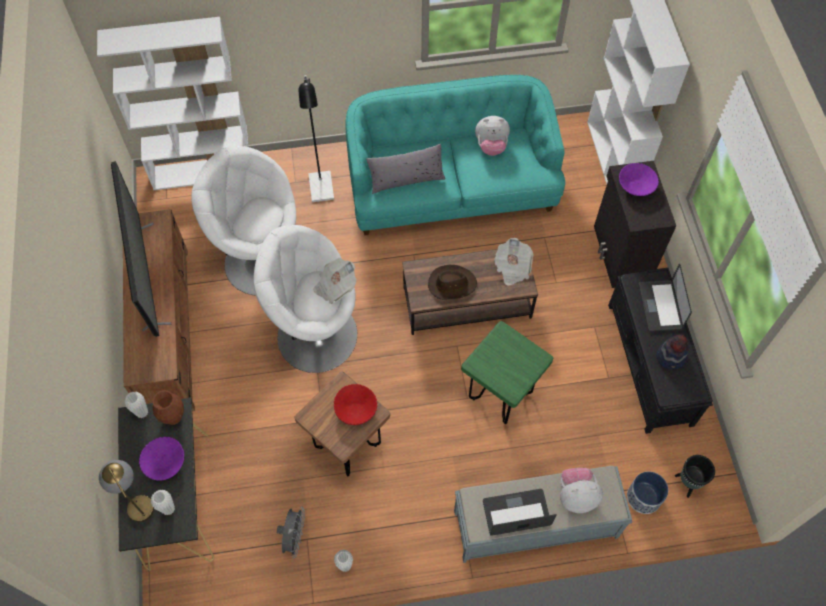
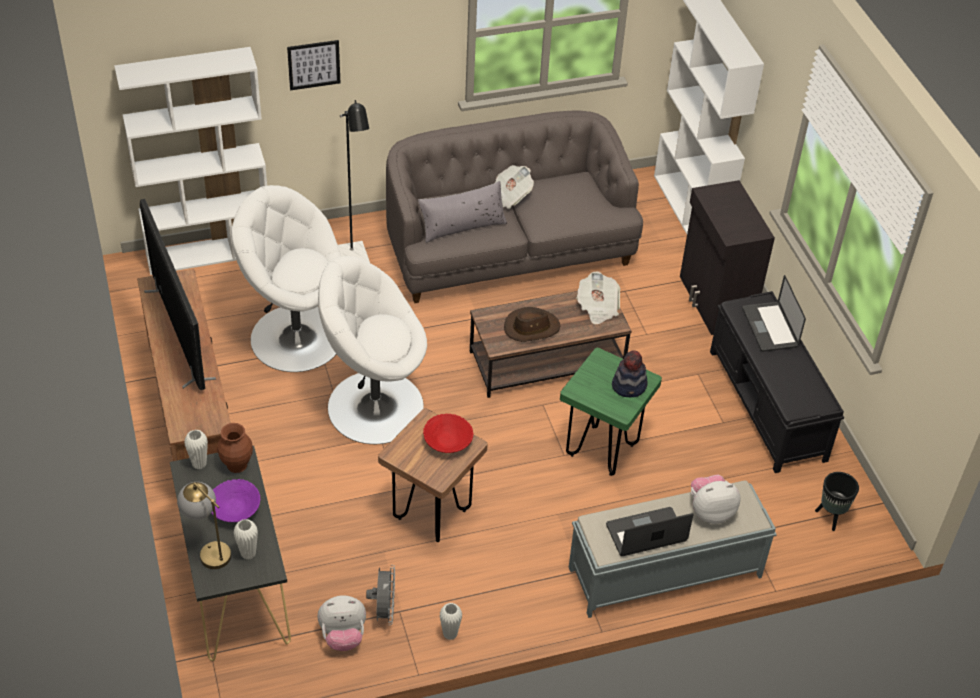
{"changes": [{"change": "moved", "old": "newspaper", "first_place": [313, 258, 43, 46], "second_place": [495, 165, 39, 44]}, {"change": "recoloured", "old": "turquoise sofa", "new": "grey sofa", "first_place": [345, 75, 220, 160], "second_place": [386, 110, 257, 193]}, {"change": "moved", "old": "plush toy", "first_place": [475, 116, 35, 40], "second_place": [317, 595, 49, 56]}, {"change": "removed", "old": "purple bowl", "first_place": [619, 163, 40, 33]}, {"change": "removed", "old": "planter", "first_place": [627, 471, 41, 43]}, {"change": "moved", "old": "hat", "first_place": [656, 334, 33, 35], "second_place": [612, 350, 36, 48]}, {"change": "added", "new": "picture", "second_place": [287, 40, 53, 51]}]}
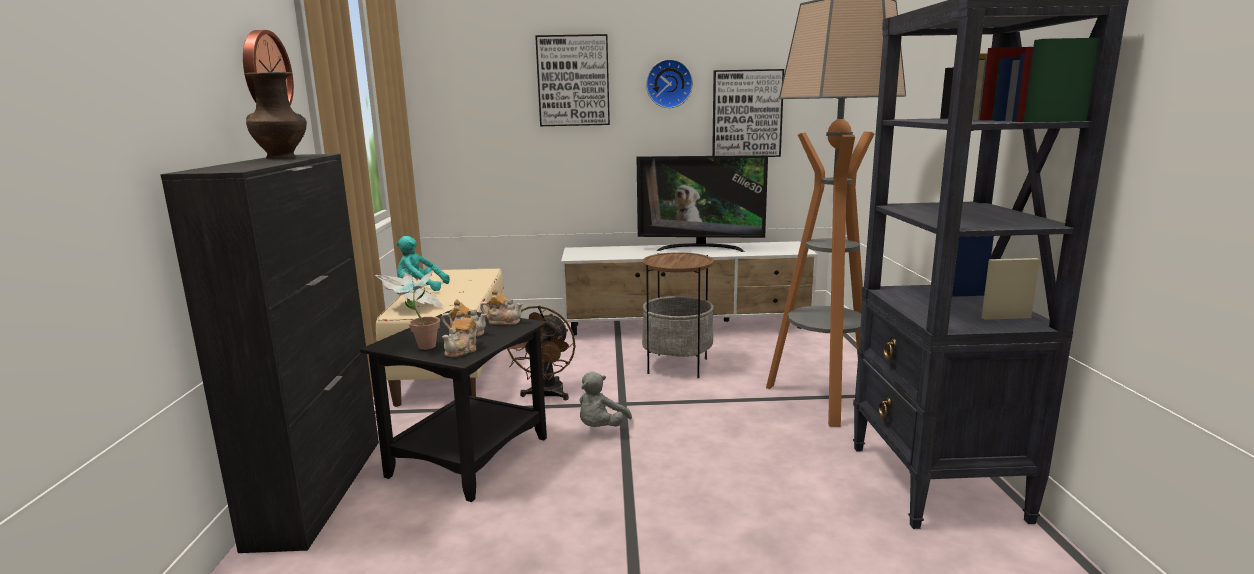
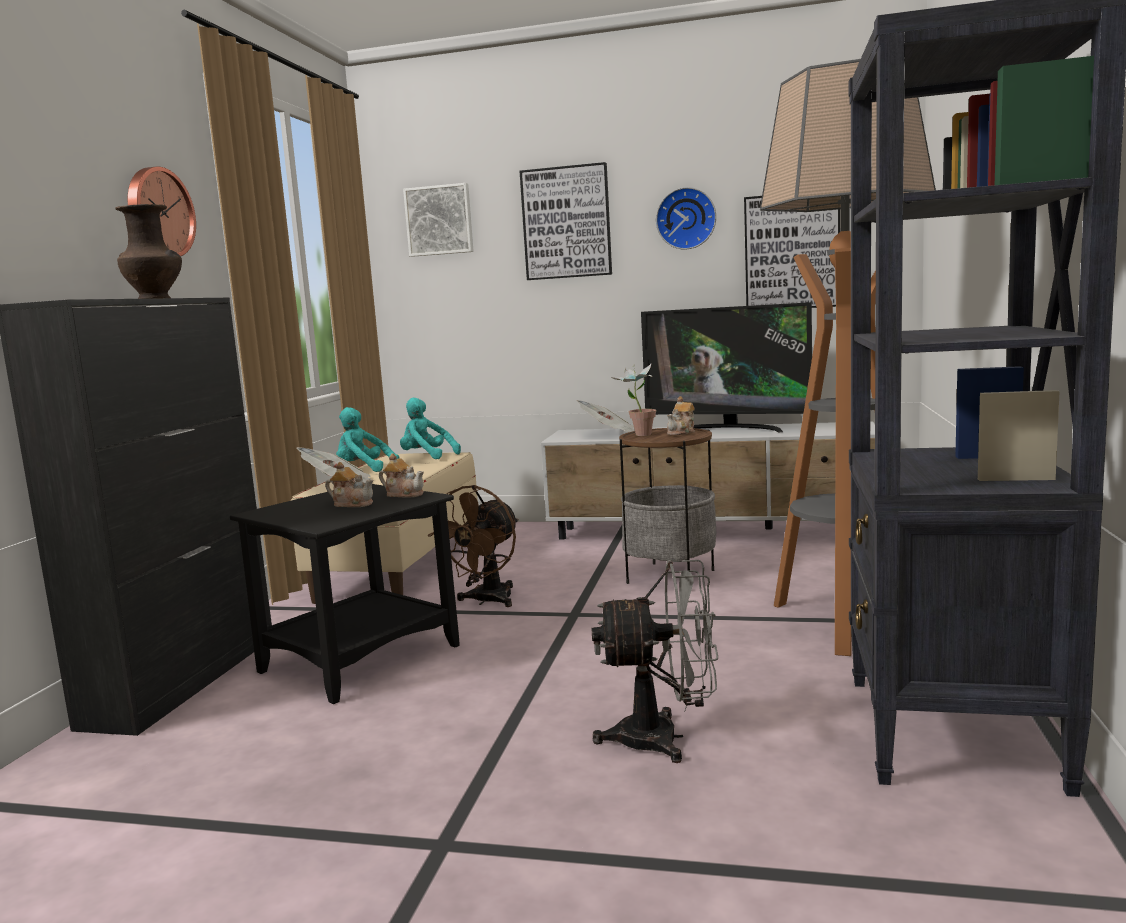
{"changes": [{"change": "moved", "old": "potted plant", "first_place": [386, 269, 54, 81], "second_place": [612, 364, 44, 72]}, {"change": "moved", "old": "teapot", "first_place": [442, 311, 35, 46], "second_place": [667, 396, 28, 39]}, {"change": "removed", "old": "grey plush toy", "first_place": [579, 372, 53, 55]}, {"change": "added", "new": "turquoise plush toy", "second_place": [400, 398, 61, 61]}, {"change": "added", "new": "picture", "second_place": [403, 183, 71, 74]}, {"change": "added", "new": "newspaper", "second_place": [576, 400, 59, 32]}, {"change": "added", "new": "grey fan", "second_place": [592, 560, 126, 203]}]}
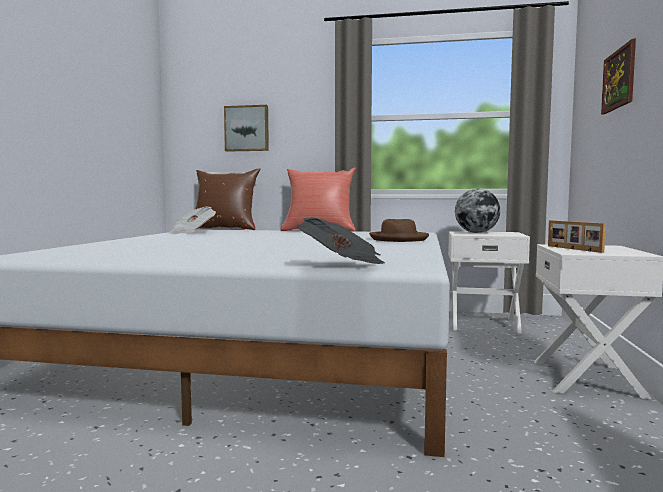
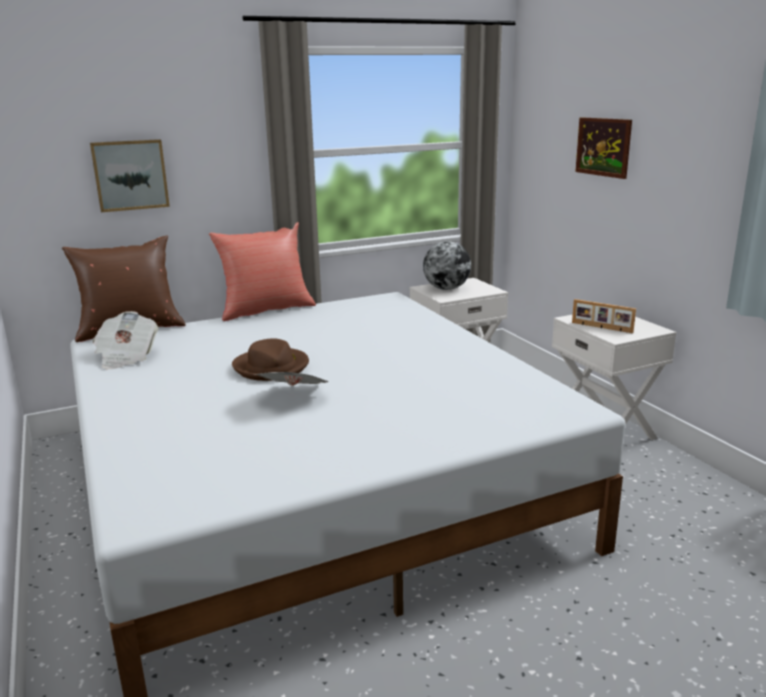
{"changes": [{"change": "moved", "old": "newspaper", "first_place": [297, 218, 88, 46], "second_place": [255, 372, 73, 14]}, {"change": "moved", "old": "brown hat", "first_place": [369, 219, 60, 23], "second_place": [232, 338, 77, 43]}]}
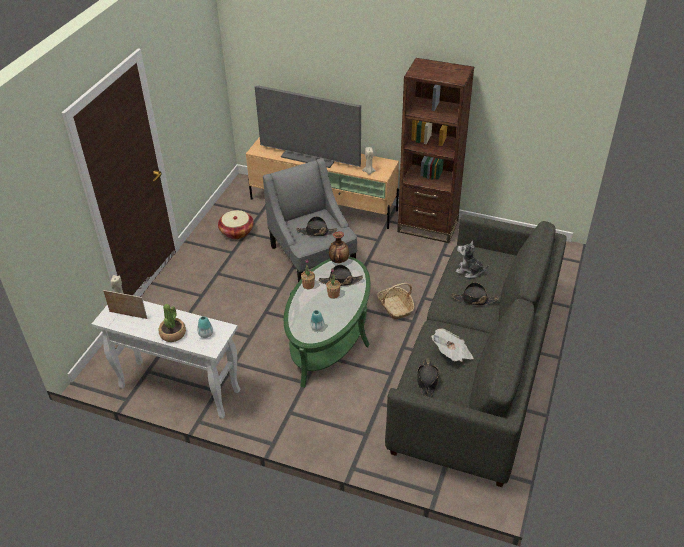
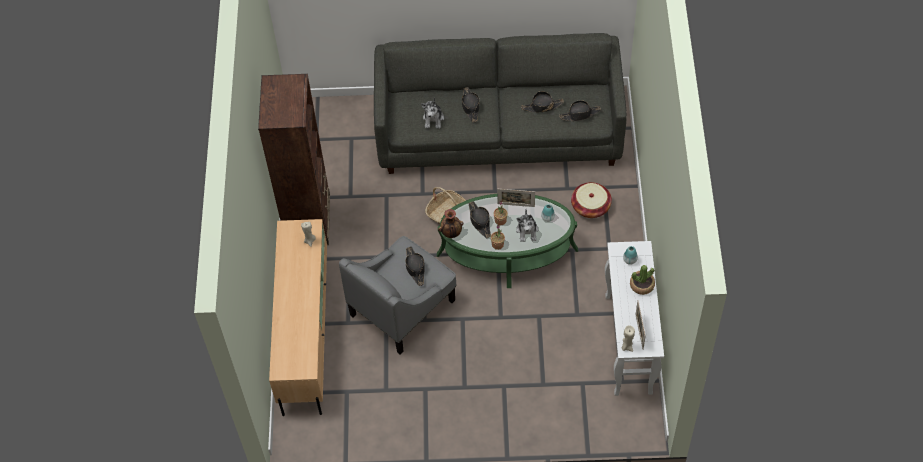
{"changes": [{"change": "moved", "old": "basket", "first_place": [218, 210, 36, 29], "second_place": [571, 182, 41, 36]}, {"change": "removed", "old": "television", "first_place": [255, 85, 106, 83]}, {"change": "replaced", "old": "newspaper", "new": "black hat", "first_place": [431, 329, 43, 33], "second_place": [521, 91, 43, 21]}, {"change": "added", "new": "picture frame", "second_place": [497, 189, 38, 18]}, {"change": "added", "new": "plush toy", "second_place": [516, 210, 22, 32]}]}
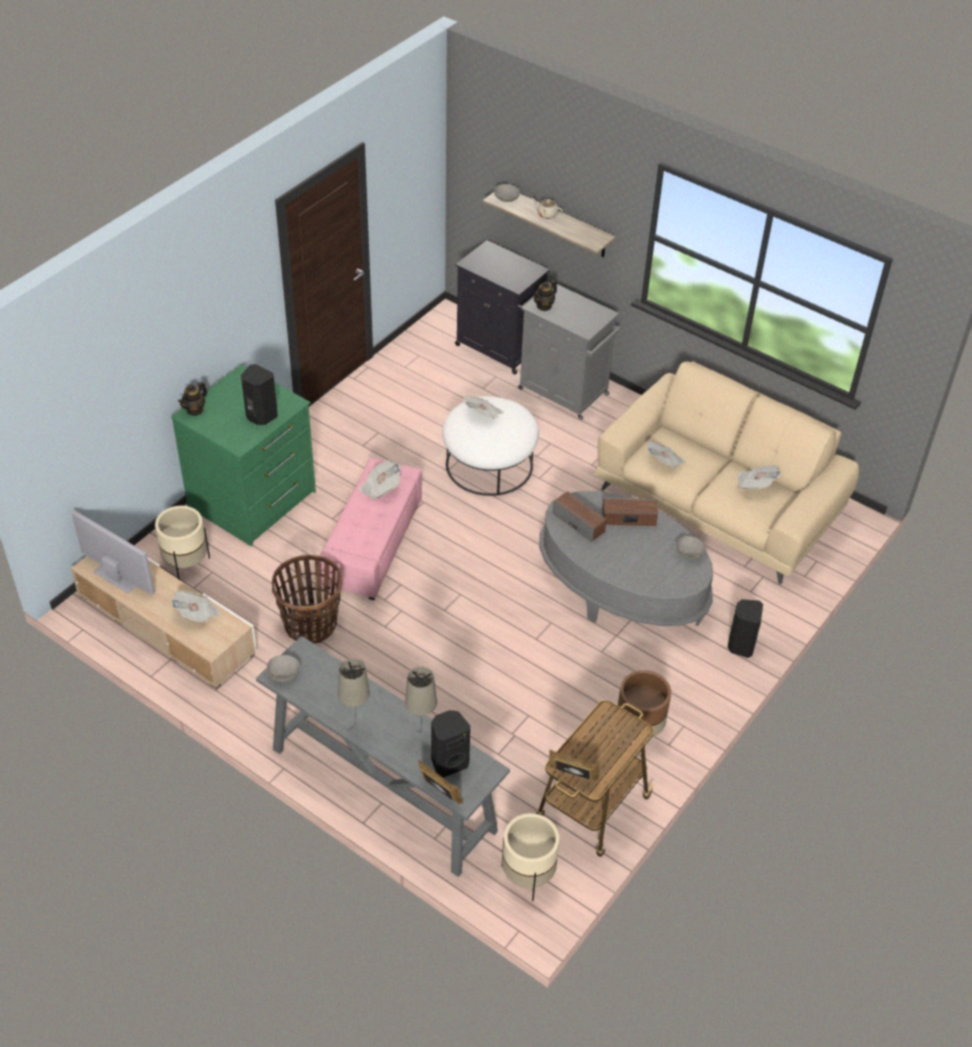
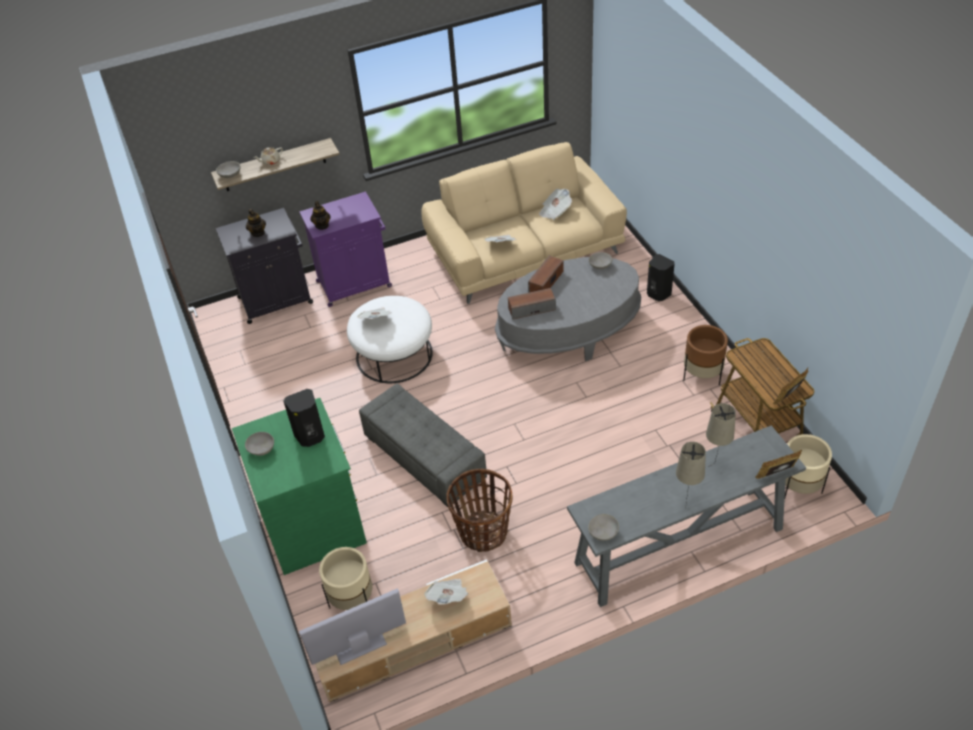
{"changes": [{"change": "moved", "old": "teapot", "first_place": [178, 381, 29, 35], "second_place": [246, 209, 20, 28]}, {"change": "recoloured", "old": "pink ottoman", "new": "grey ottoman", "first_place": [320, 458, 102, 142], "second_place": [359, 383, 128, 124]}, {"change": "removed", "old": "newspaper", "first_place": [359, 460, 42, 41]}, {"change": "removed", "old": "black speaker", "first_place": [431, 710, 39, 68]}, {"change": "recoloured", "old": "grey cabinet", "new": "purple cabinet", "first_place": [518, 284, 102, 136], "second_place": [299, 192, 93, 115]}, {"change": "added", "new": "grey bowl", "second_place": [245, 432, 29, 24]}]}
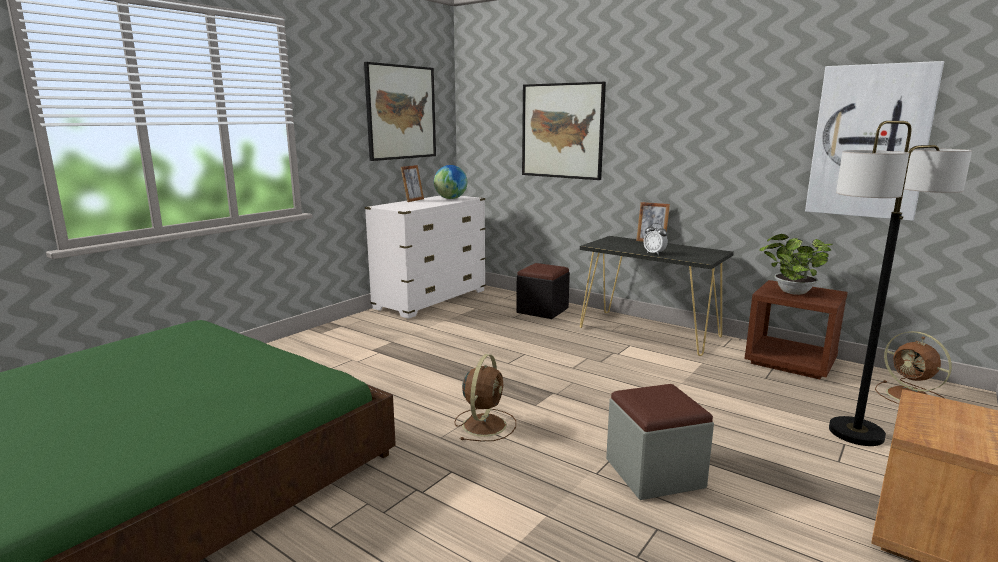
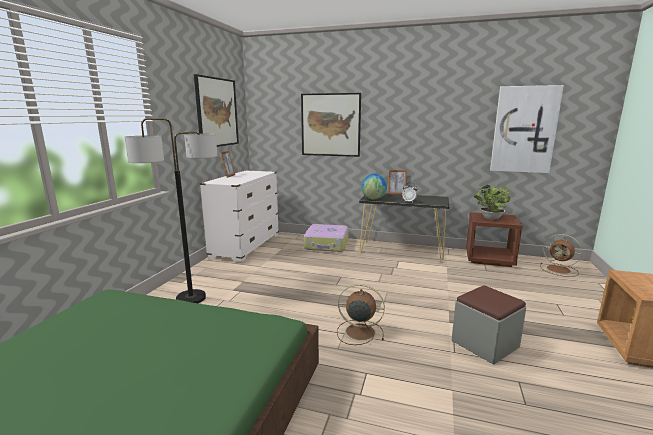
{"changes": [{"change": "moved", "old": "globe", "first_place": [434, 165, 33, 34], "second_place": [361, 174, 26, 26]}, {"change": "turned", "old": "brown fan", "first_place": [454, 354, 62, 87], "second_place": [337, 284, 48, 61], "degrees": -75}, {"change": "replaced", "old": "black ottoman", "new": "suitcase", "first_place": [516, 263, 54, 56], "second_place": [304, 224, 45, 28]}, {"change": "moved", "old": "floor lamp", "first_place": [829, 121, 143, 325], "second_place": [124, 118, 94, 185]}]}
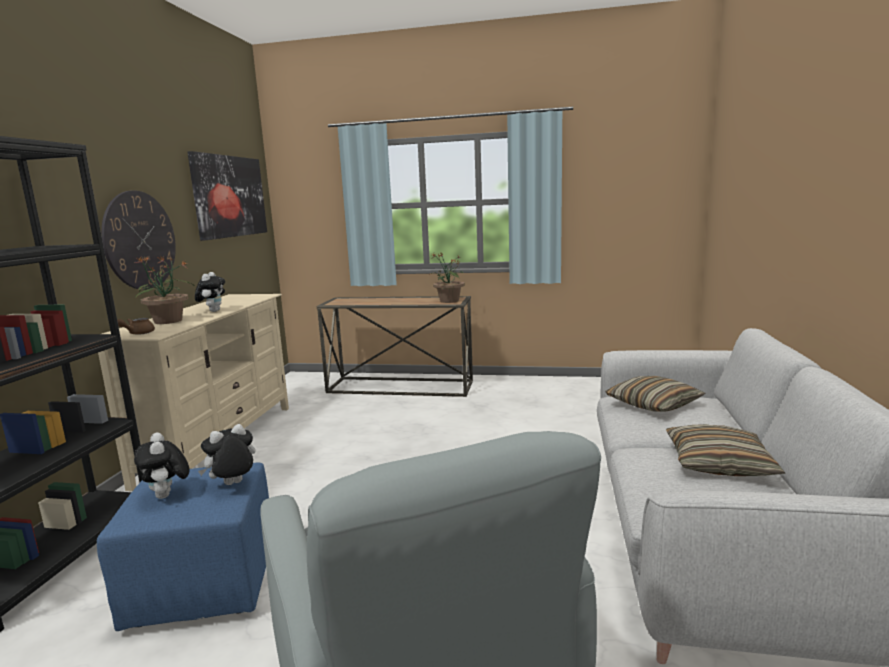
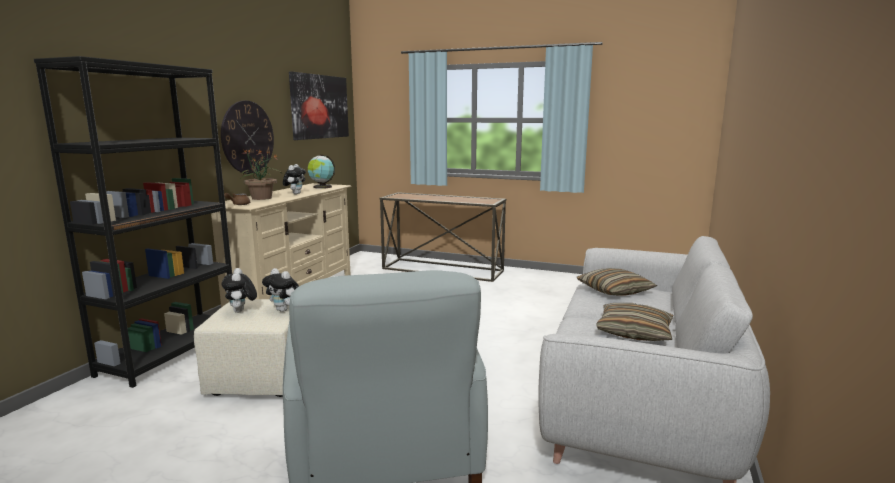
{"changes": [{"change": "recoloured", "old": "blue ottoman", "new": "beige ottoman", "first_place": [97, 463, 172, 168], "second_place": [194, 299, 96, 98]}, {"change": "turned", "old": "plush toy", "first_place": [198, 424, 57, 61], "second_place": [262, 268, 37, 44], "degrees": -120}, {"change": "removed", "old": "potted plant", "first_place": [428, 253, 37, 50]}, {"change": "added", "new": "globe", "second_place": [308, 155, 27, 34]}]}
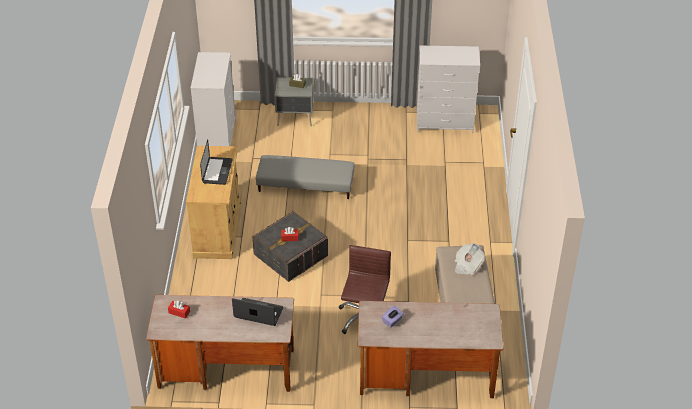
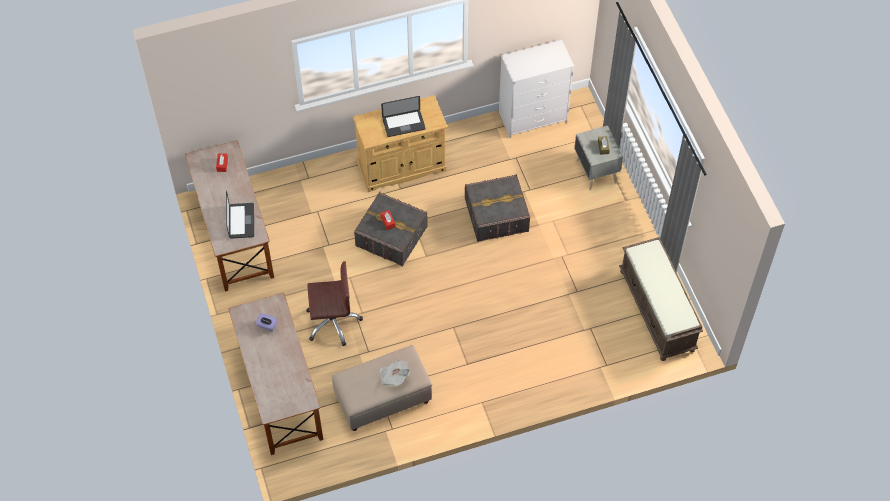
{"changes": [{"change": "replaced", "old": "grey ottoman", "new": "grey storage box", "first_place": [256, 155, 98, 44], "second_place": [465, 174, 65, 68]}, {"change": "replaced", "old": "white dresser", "new": "brown bench", "first_place": [417, 46, 63, 87], "second_place": [619, 237, 84, 124]}]}
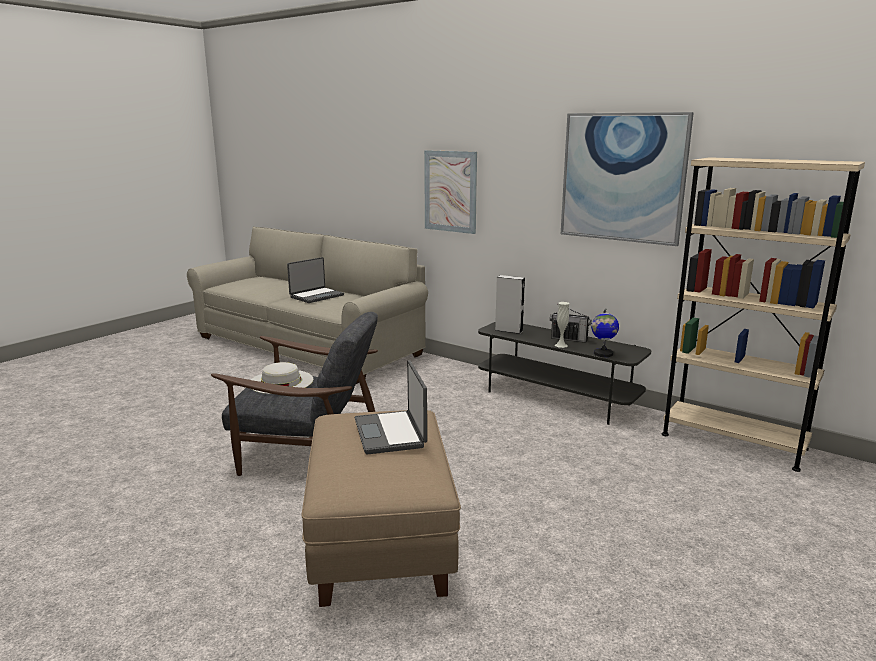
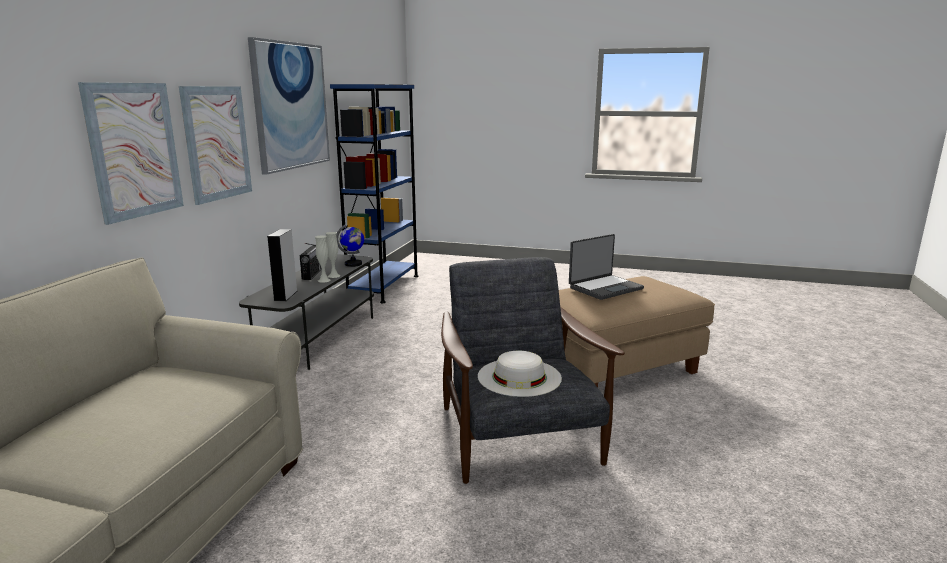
{"changes": [{"change": "removed", "old": "laptop", "first_place": [287, 257, 57, 46]}, {"change": "recoloured", "old": "beige bookcase", "new": "blue bookcase", "first_place": [662, 157, 203, 315], "second_place": [330, 84, 89, 219]}, {"change": "added", "new": "picture", "second_place": [179, 86, 73, 119]}, {"change": "added", "new": "white vase", "second_place": [315, 235, 16, 48]}]}
